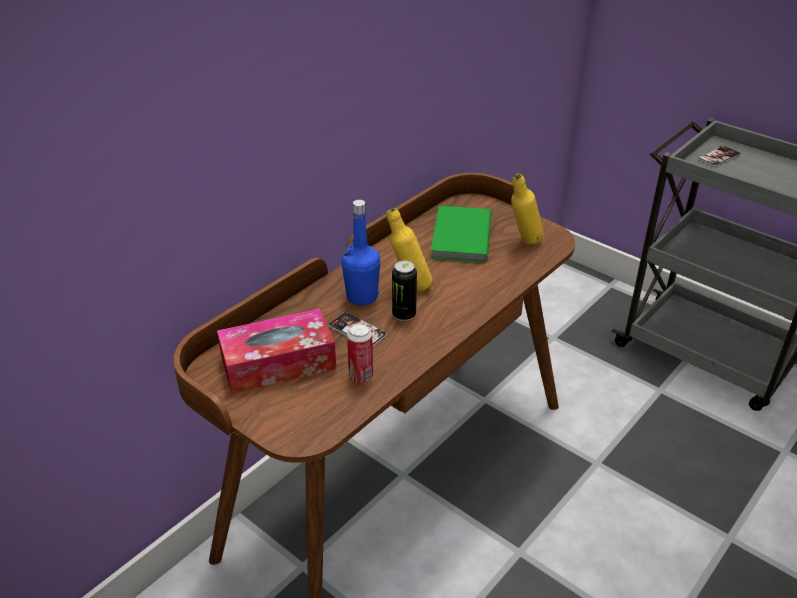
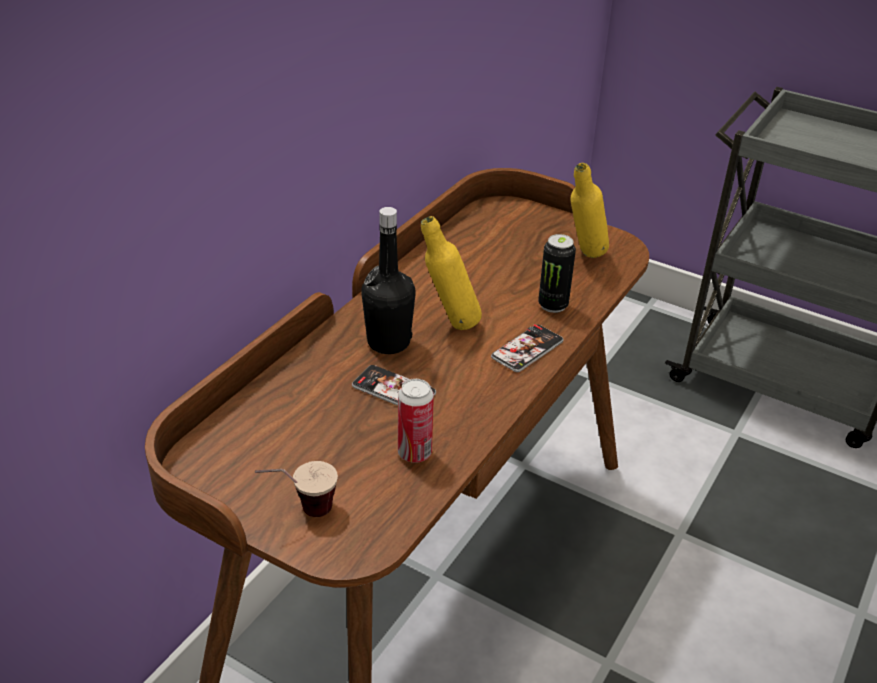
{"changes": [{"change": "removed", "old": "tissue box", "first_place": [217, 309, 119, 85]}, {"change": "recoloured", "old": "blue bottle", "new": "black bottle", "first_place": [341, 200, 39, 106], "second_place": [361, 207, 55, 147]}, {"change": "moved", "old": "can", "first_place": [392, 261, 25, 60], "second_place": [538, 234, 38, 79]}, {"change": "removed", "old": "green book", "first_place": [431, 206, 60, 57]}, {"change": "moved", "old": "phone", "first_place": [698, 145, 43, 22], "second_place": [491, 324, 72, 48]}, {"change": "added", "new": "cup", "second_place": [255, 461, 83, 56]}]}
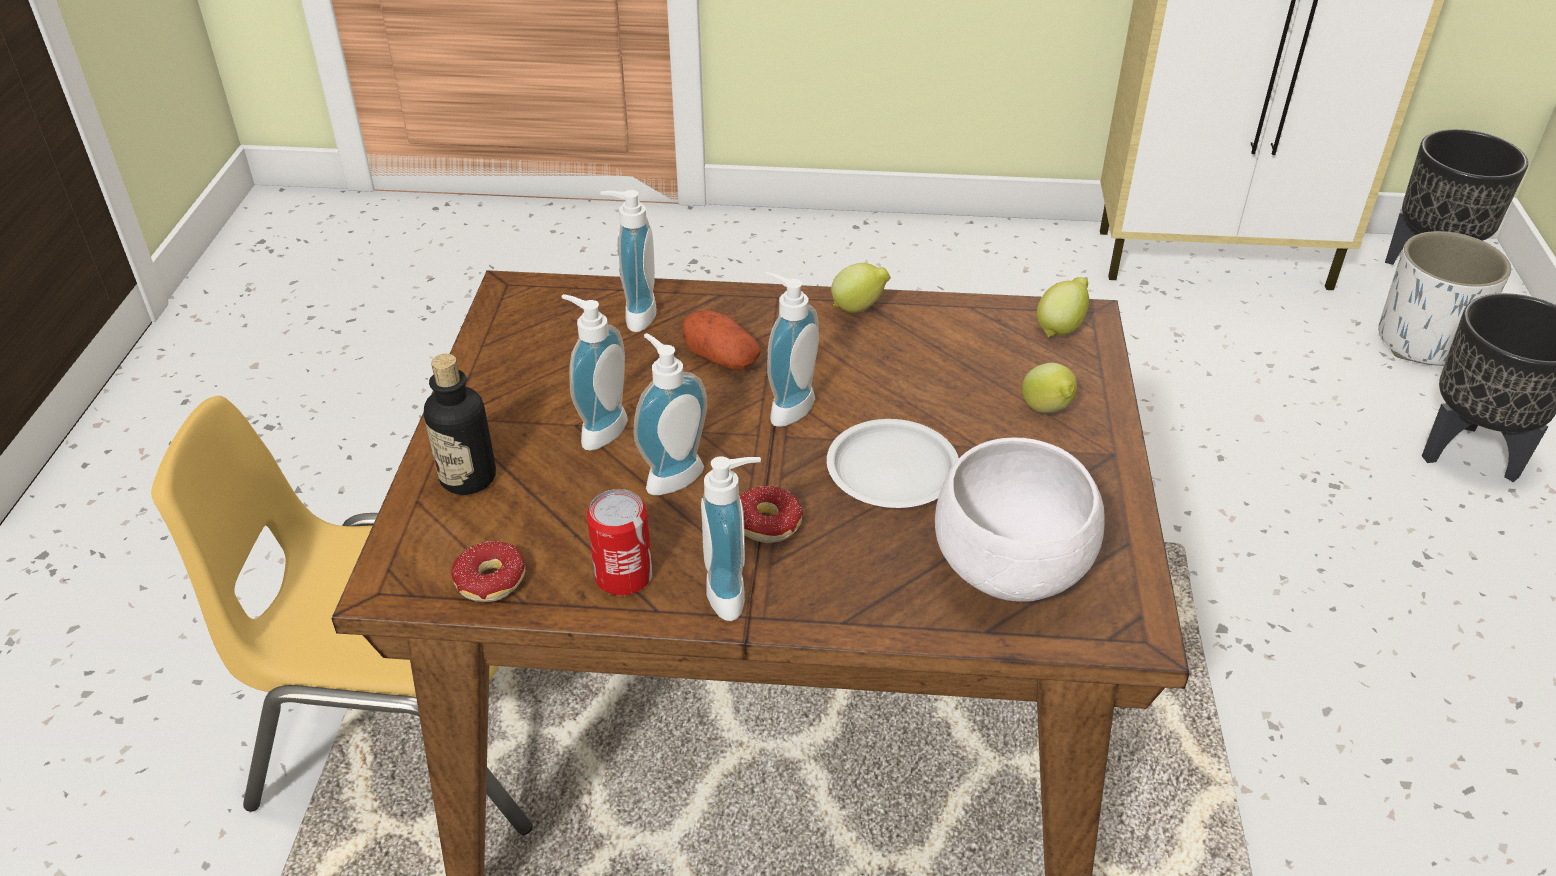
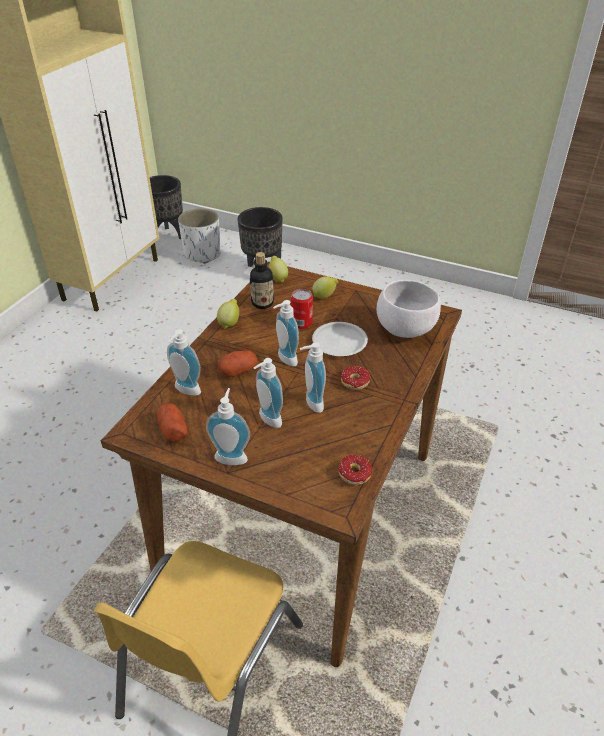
{"changes": [{"change": "moved", "old": "bottle", "first_place": [424, 354, 72, 141], "second_place": [250, 252, 24, 57]}, {"change": "moved", "old": "can", "first_place": [587, 489, 65, 107], "second_place": [291, 289, 22, 40]}, {"change": "moved", "old": "soap dispenser", "first_place": [701, 456, 60, 165], "second_place": [206, 388, 44, 77]}, {"change": "added", "new": "potato", "second_place": [157, 403, 31, 39]}]}
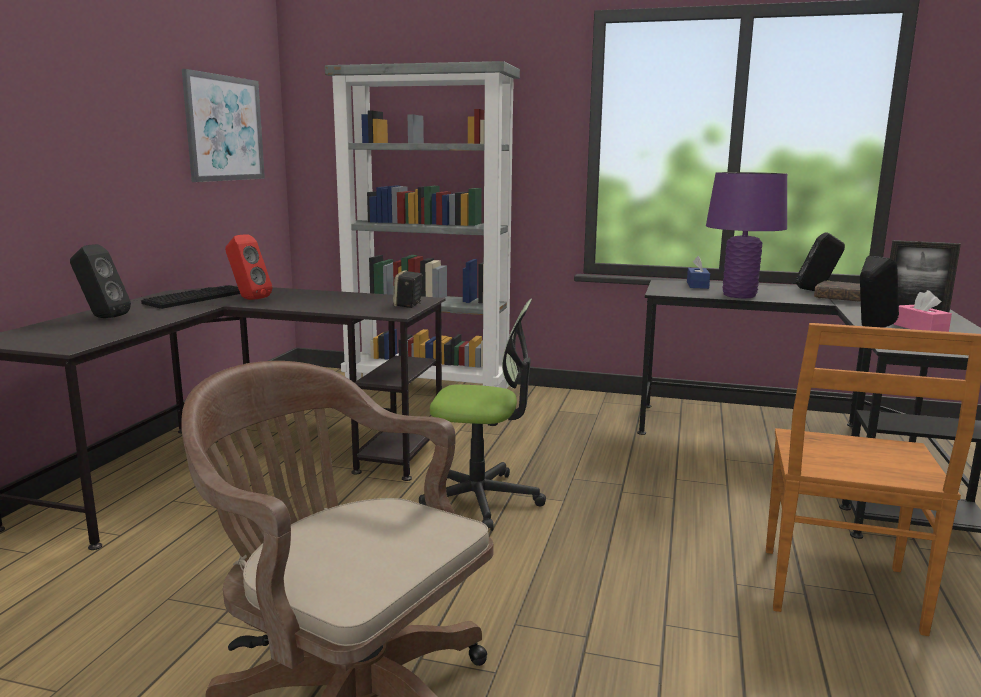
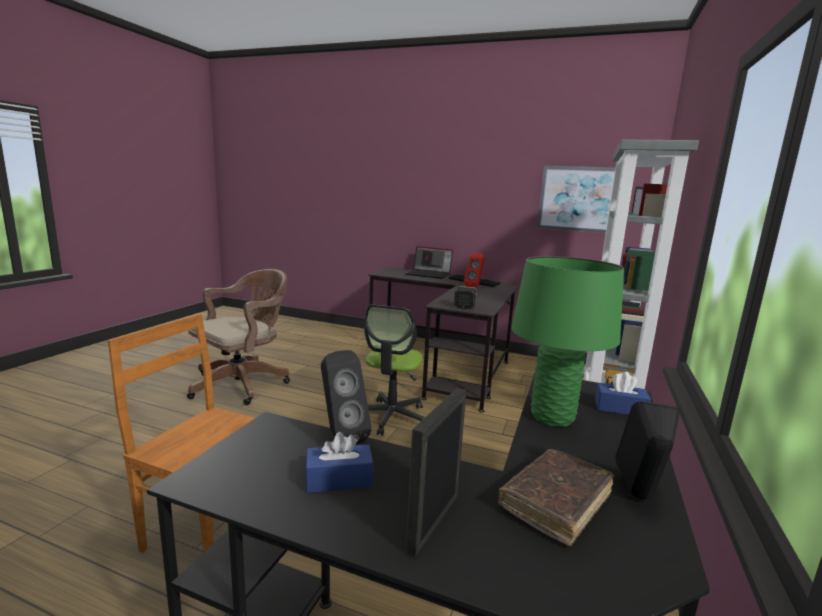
{"changes": [{"change": "replaced", "old": "black speaker", "new": "laptop", "first_place": [70, 244, 61, 74], "second_place": [405, 246, 48, 33]}, {"change": "recoloured", "old": "purple table lamp", "new": "green table lamp", "first_place": [706, 172, 81, 126], "second_place": [511, 256, 113, 171]}, {"change": "recoloured", "old": "pink tissue box", "new": "blue tissue box", "first_place": [894, 290, 58, 42], "second_place": [305, 432, 69, 61]}]}
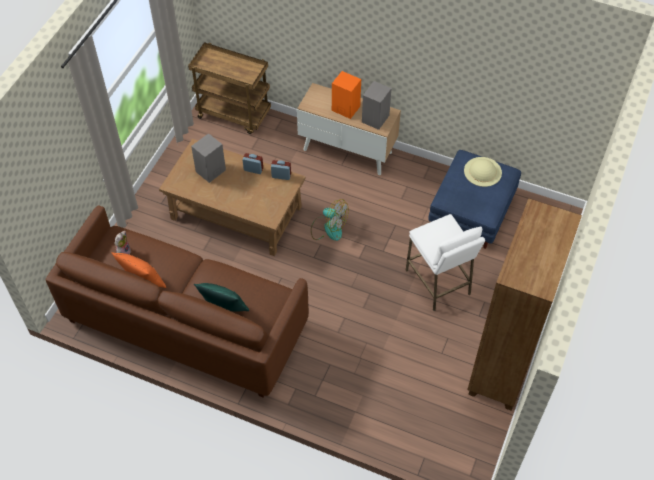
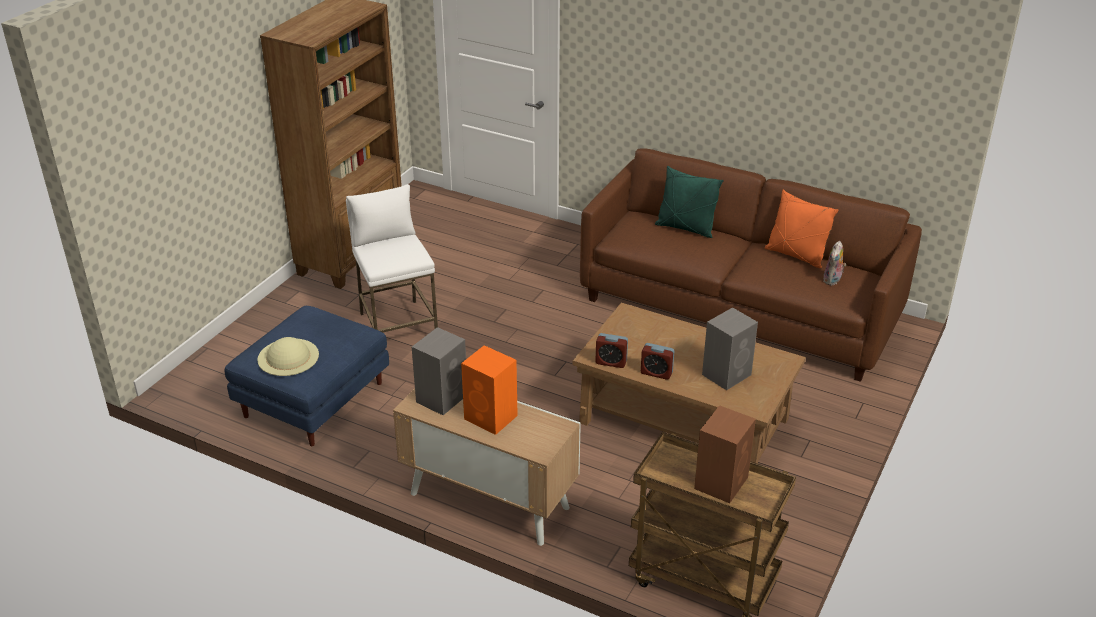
{"changes": [{"change": "removed", "old": "fan", "first_place": [311, 199, 38, 42]}, {"change": "added", "new": "brown speaker", "second_place": [694, 405, 62, 98]}]}
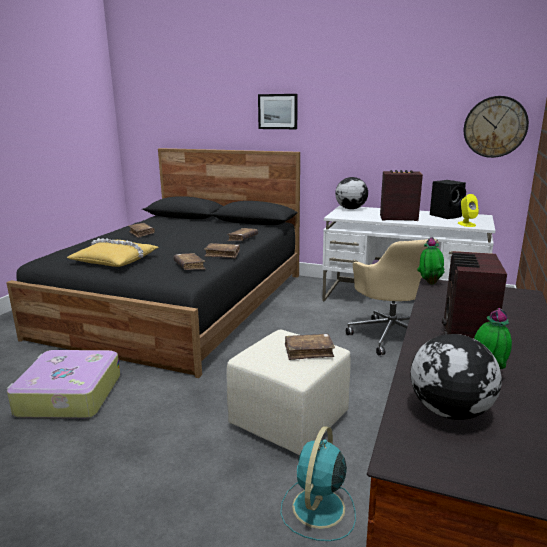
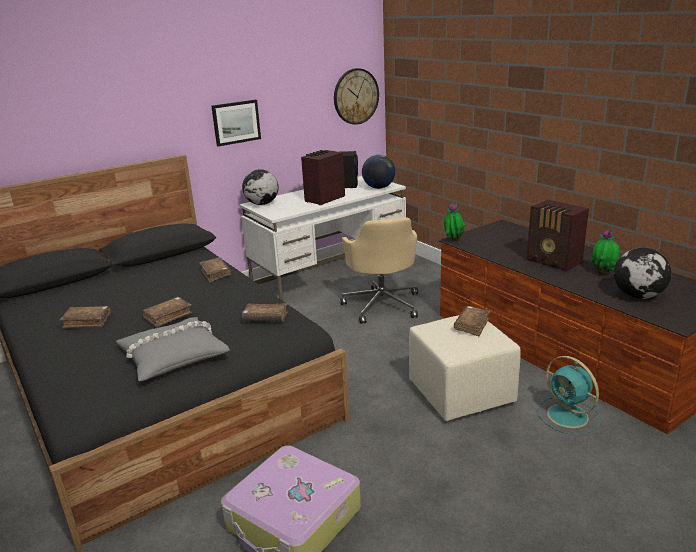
{"changes": [{"change": "recoloured", "old": "yellow pillow", "new": "grey pillow", "first_place": [67, 238, 92, 29], "second_place": [116, 317, 114, 64]}, {"change": "moved", "old": "brown book", "first_place": [204, 243, 36, 15], "second_place": [142, 297, 50, 30]}, {"change": "moved", "old": "picture", "first_place": [258, 94, 40, 35], "second_place": [211, 100, 50, 47]}, {"change": "turned", "old": "beige office chair", "first_place": [346, 239, 93, 117], "second_place": [340, 217, 78, 107], "degrees": 60}, {"change": "replaced", "old": "yellow speaker", "new": "globe", "first_place": [458, 194, 21, 33], "second_place": [362, 155, 33, 34]}]}
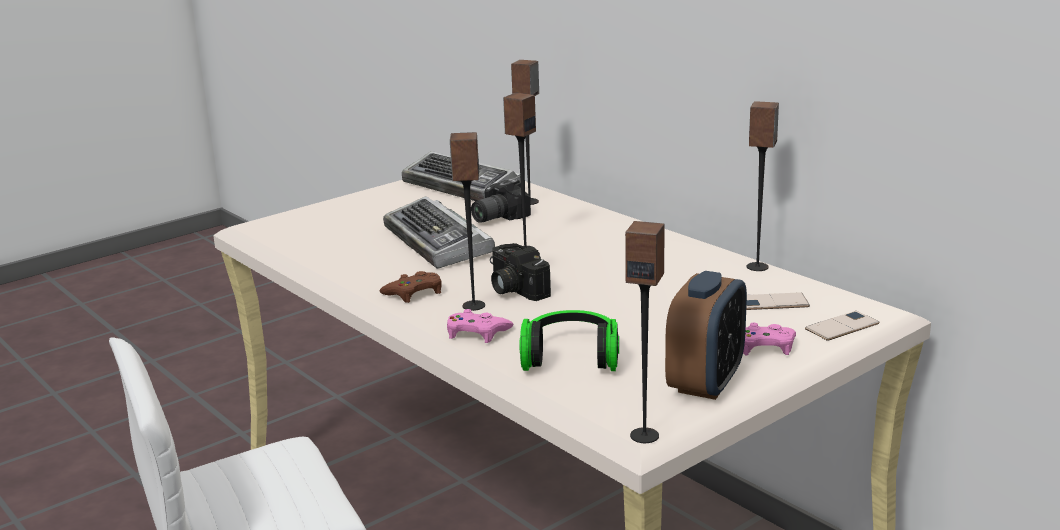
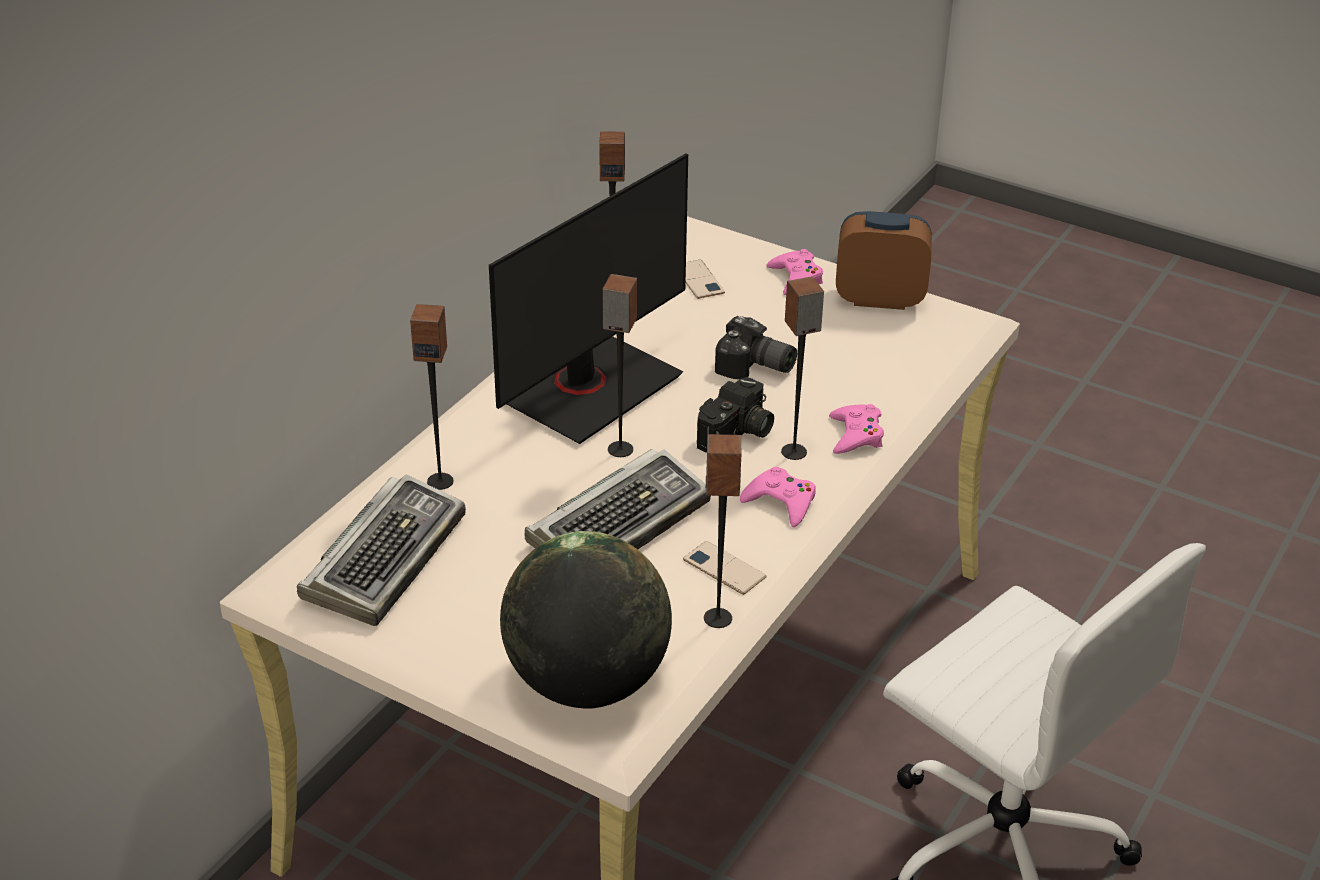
{"changes": [{"change": "recoloured", "old": "brown game controller", "new": "pink game controller", "first_place": [380, 271, 62, 32], "second_place": [740, 466, 76, 61]}, {"change": "moved", "old": "photo camera", "first_place": [471, 179, 60, 44], "second_place": [715, 316, 82, 63]}, {"change": "removed", "old": "headphones", "first_place": [519, 310, 100, 61]}, {"change": "moved", "old": "speaker", "first_place": [625, 221, 40, 222], "second_place": [704, 434, 37, 194]}, {"change": "moved", "old": "phone", "first_place": [805, 311, 74, 30], "second_place": [683, 541, 84, 54]}, {"change": "added", "new": "monitor", "second_place": [489, 153, 199, 291]}, {"change": "added", "new": "globe", "second_place": [500, 531, 172, 178]}]}
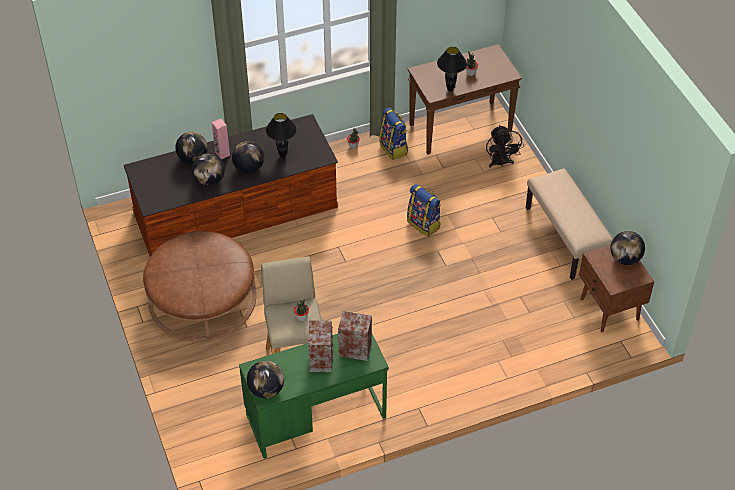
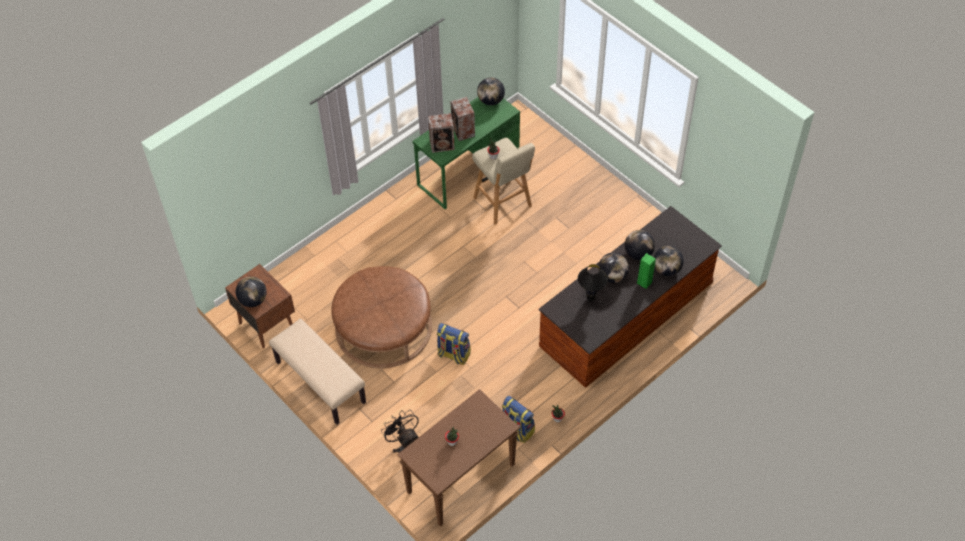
{"changes": [{"change": "moved", "old": "brown ottoman", "first_place": [143, 231, 113, 111], "second_place": [331, 266, 101, 102]}, {"change": "recoloured", "old": "pink speaker", "new": "green speaker", "first_place": [212, 118, 18, 41], "second_place": [637, 253, 19, 36]}, {"change": "removed", "old": "black table lamp", "first_place": [437, 47, 30, 44]}]}
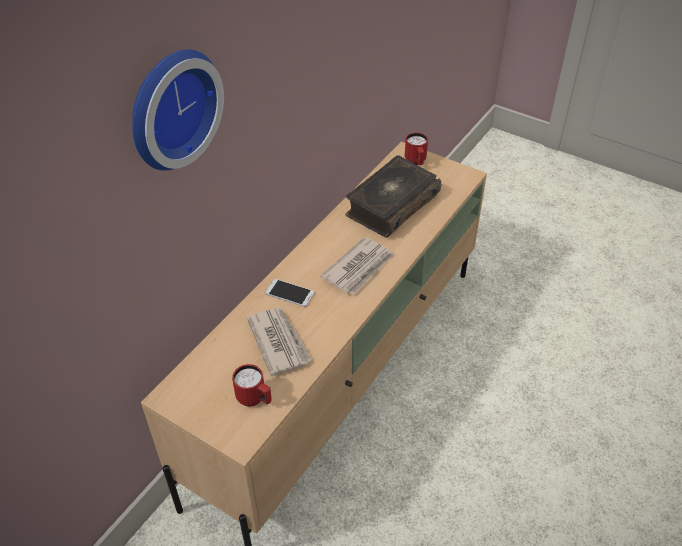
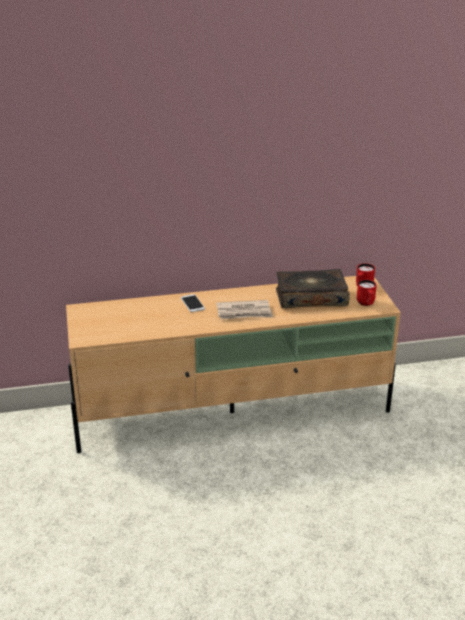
{"changes": [{"change": "removed", "old": "wall clock", "first_place": [132, 50, 92, 121]}, {"change": "moved", "old": "red mug", "first_place": [232, 364, 40, 43], "second_place": [357, 280, 20, 26]}, {"change": "removed", "old": "newspaper", "first_place": [247, 308, 65, 68]}]}
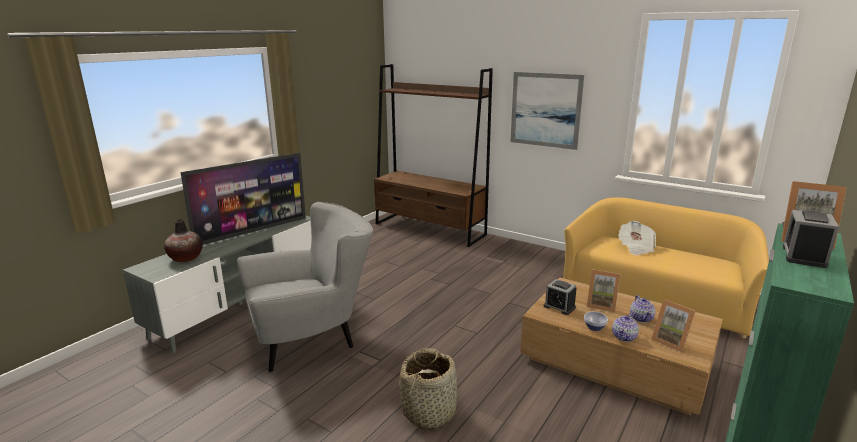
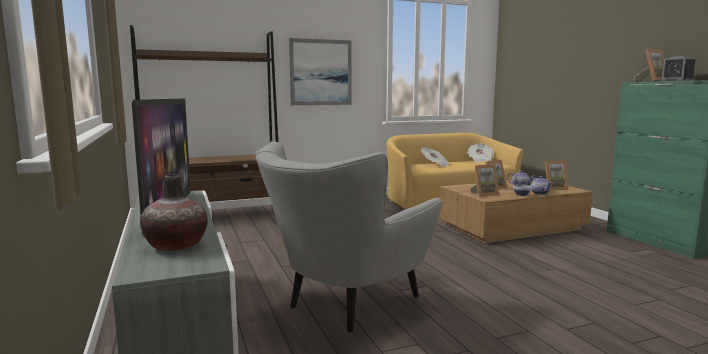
{"changes": [{"change": "turned", "old": "grey armchair", "first_place": [237, 202, 136, 171], "second_place": [255, 141, 188, 193], "degrees": -150}, {"change": "removed", "old": "basket", "first_place": [399, 348, 58, 82]}, {"change": "replaced", "old": "alarm clock", "new": "picture frame", "first_place": [544, 279, 33, 36], "second_place": [470, 164, 29, 33]}, {"change": "added", "new": "newspaper", "second_place": [467, 143, 27, 19]}]}
